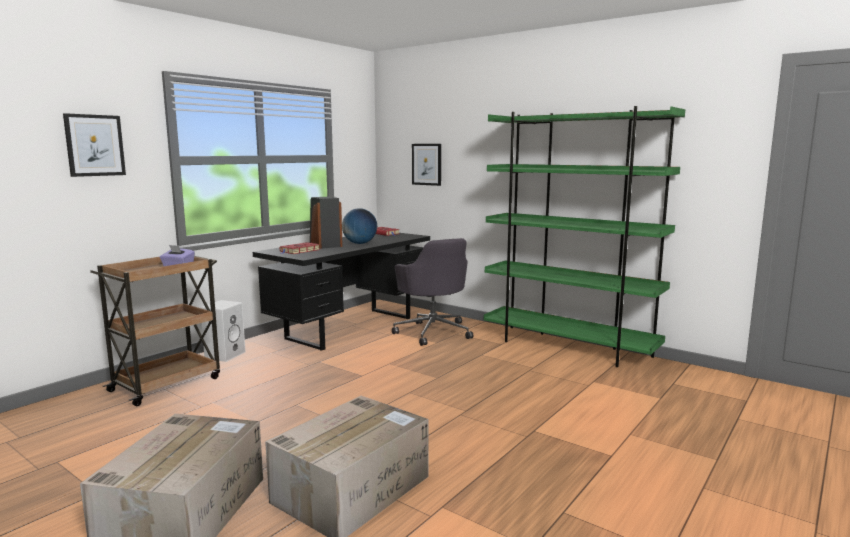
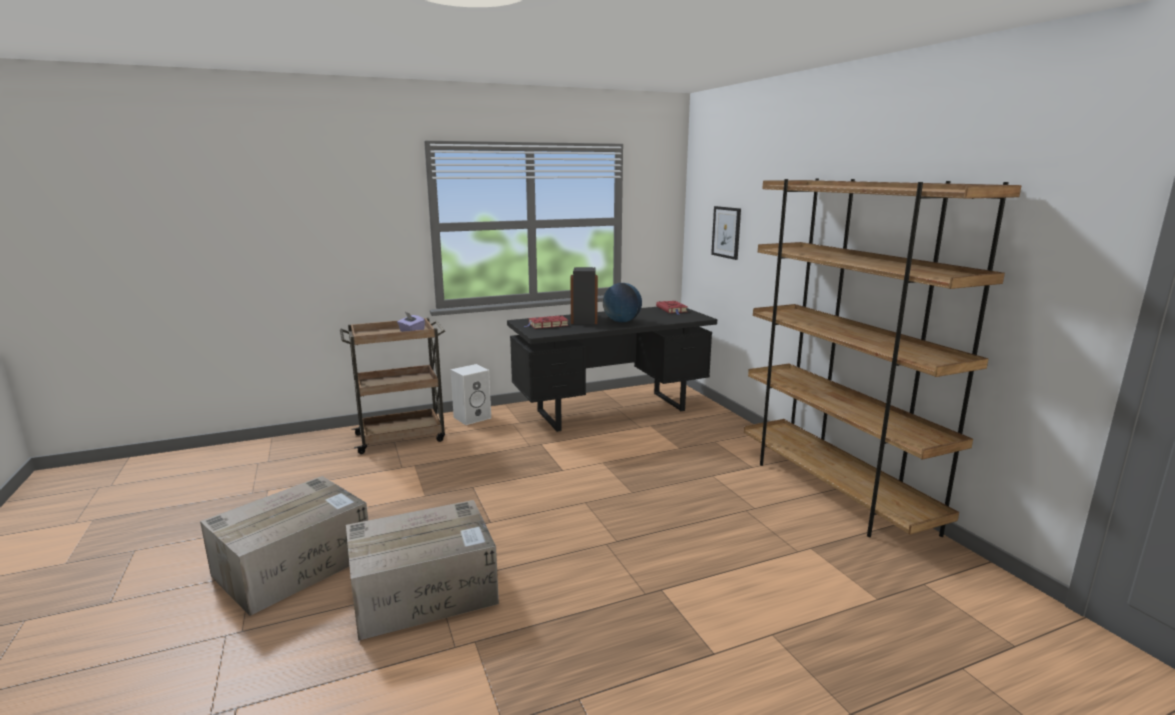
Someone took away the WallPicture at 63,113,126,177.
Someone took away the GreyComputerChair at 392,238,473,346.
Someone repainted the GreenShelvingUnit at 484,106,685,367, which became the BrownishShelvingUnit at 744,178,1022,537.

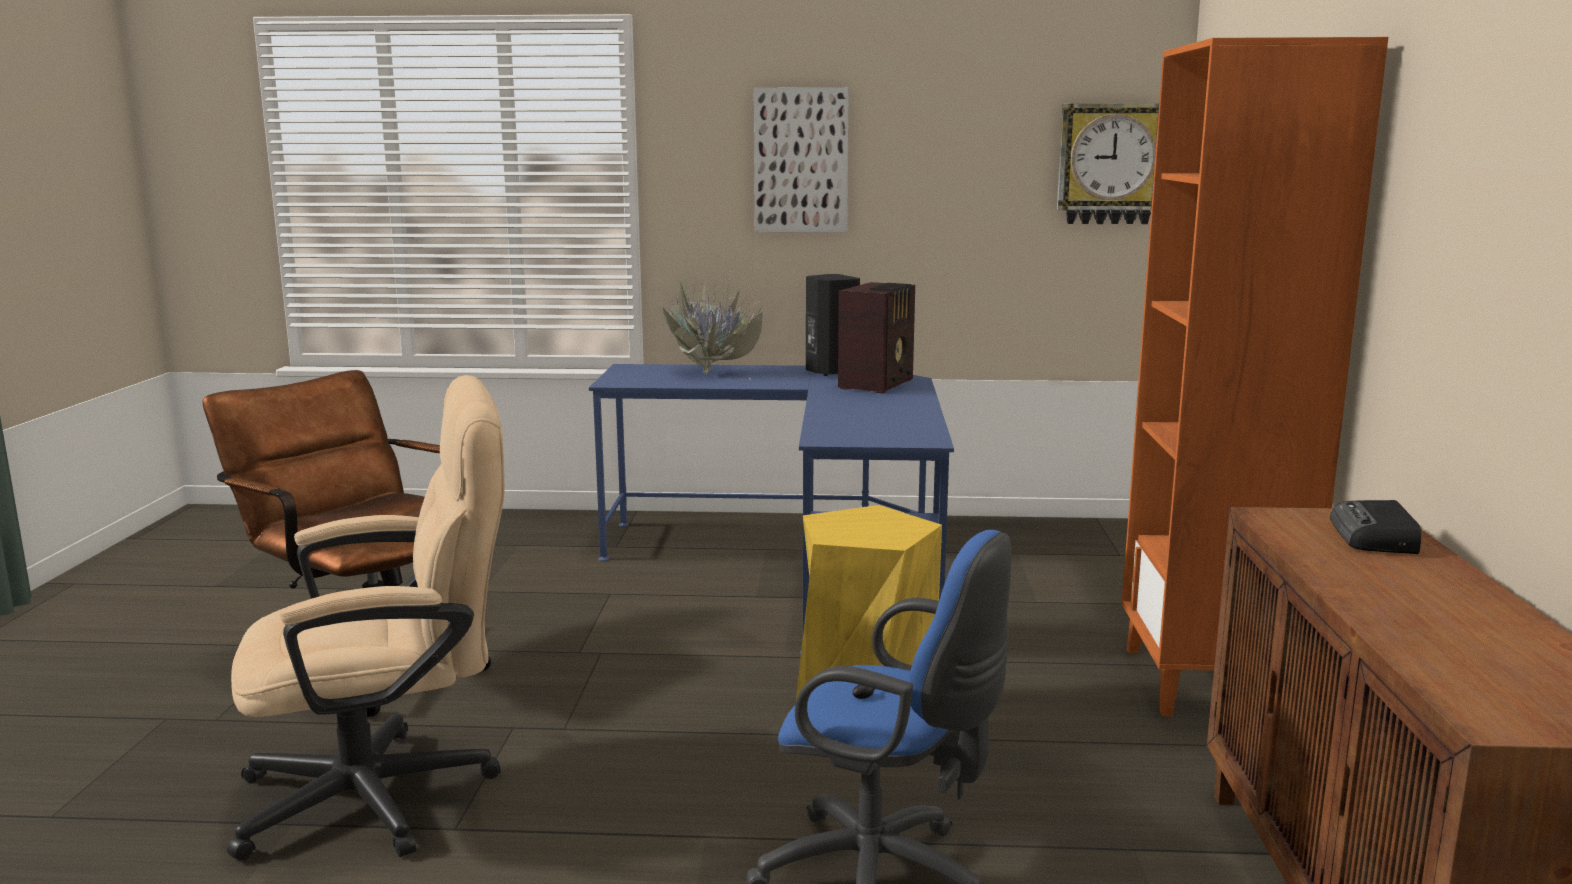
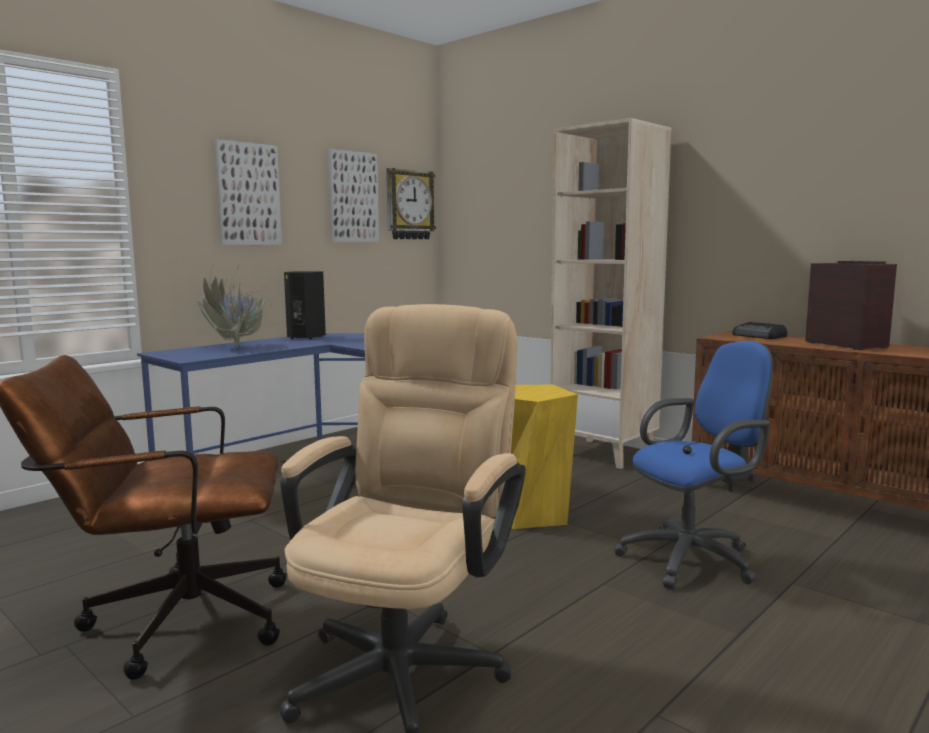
Someone put up the WallPicture at 328,149,379,242.
Someone carried the RadioSet from 838,282,915,394 to 805,261,897,350.
Someone repainted the OrangeColouredShelvingUnit at 1122,37,1389,717, which became the BeigeColouredShelvingUnit at 550,118,671,469.

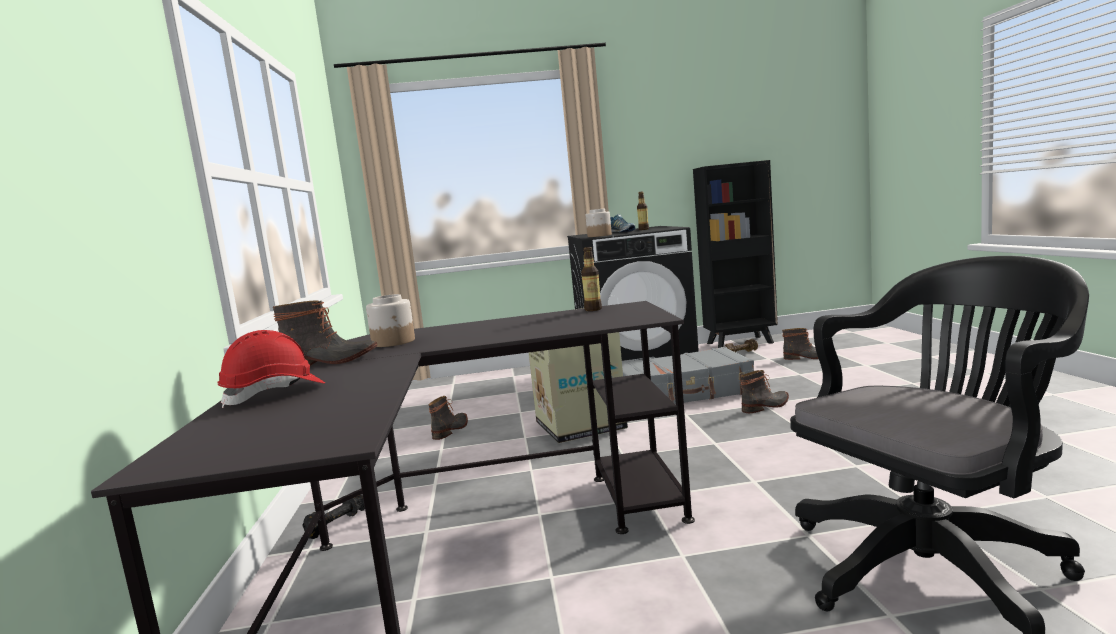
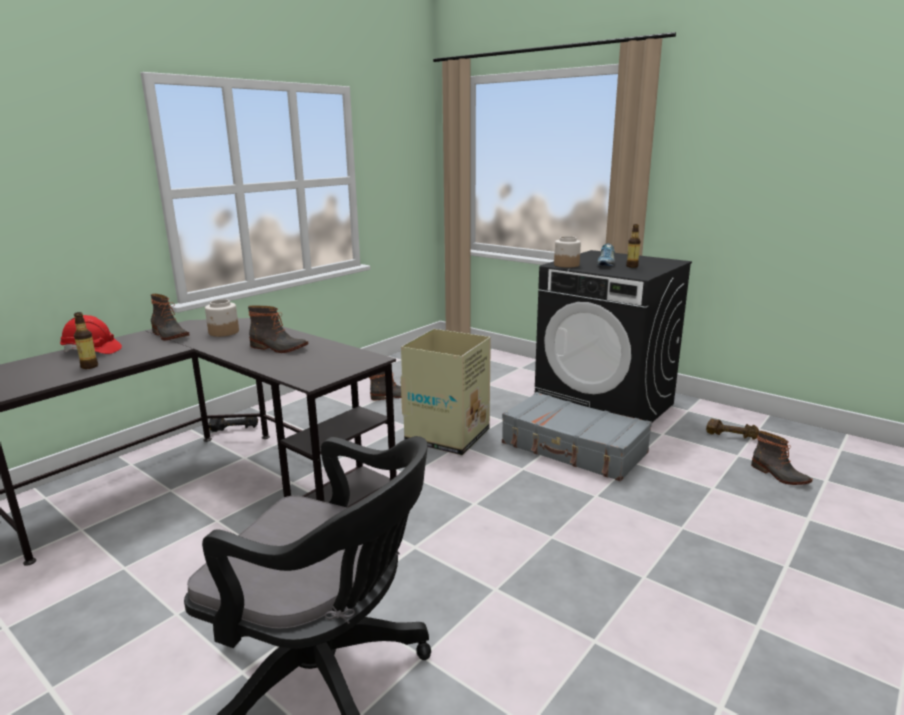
Someone took away the BlackColouredShelvingUnit at 693,160,778,348.
Someone carried the Bottle from 581,247,602,311 to 74,312,98,369.
Someone carried the TallBoot from 740,370,789,413 to 248,306,308,353.

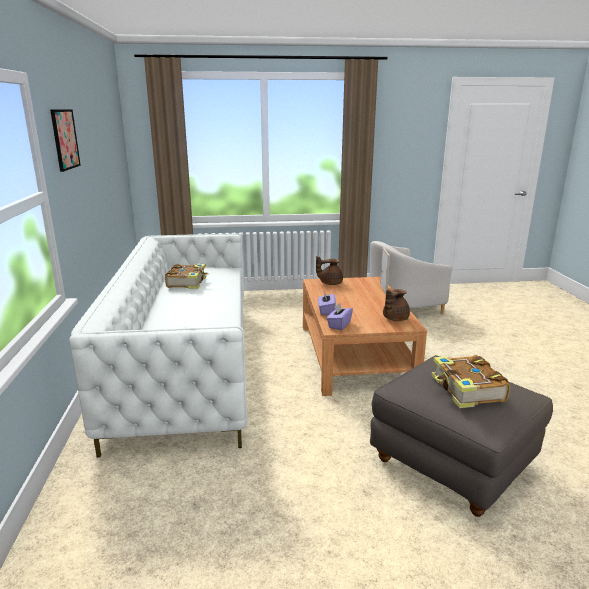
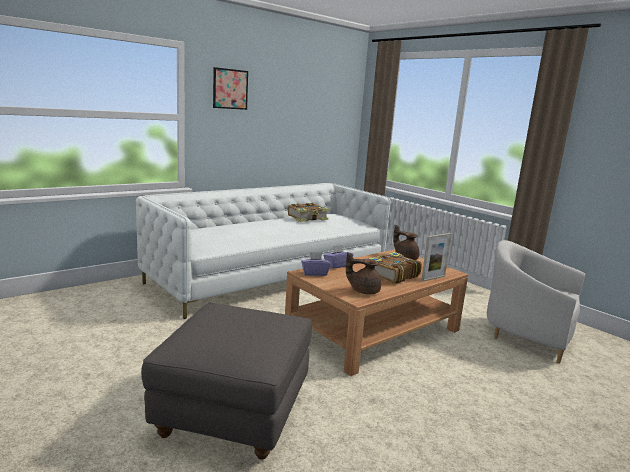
Someone carried the Volume from 432,355,510,408 to 368,252,422,284.

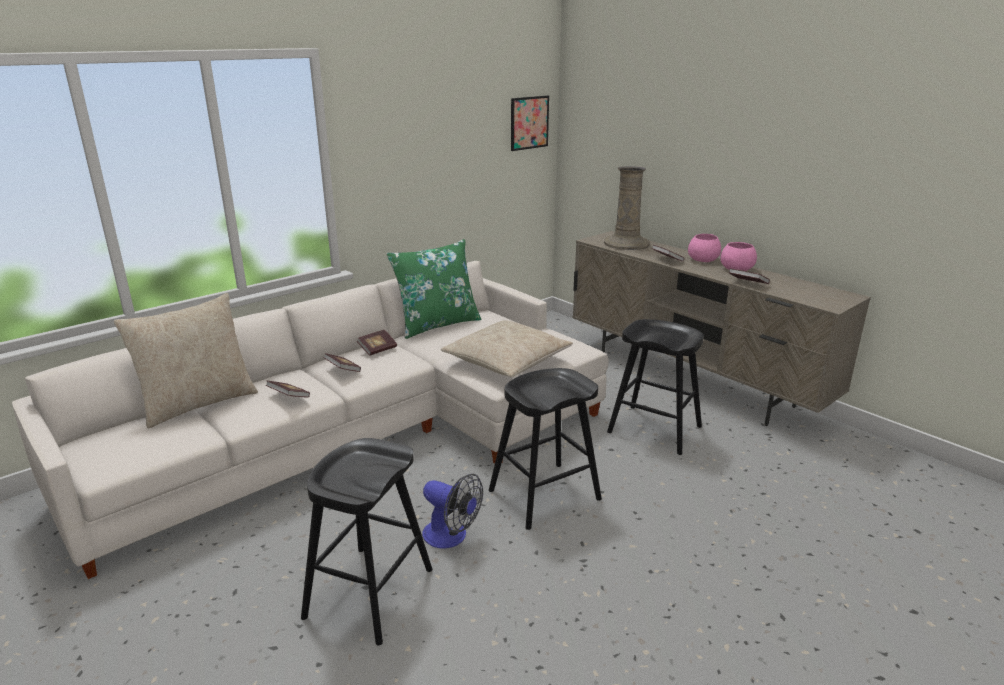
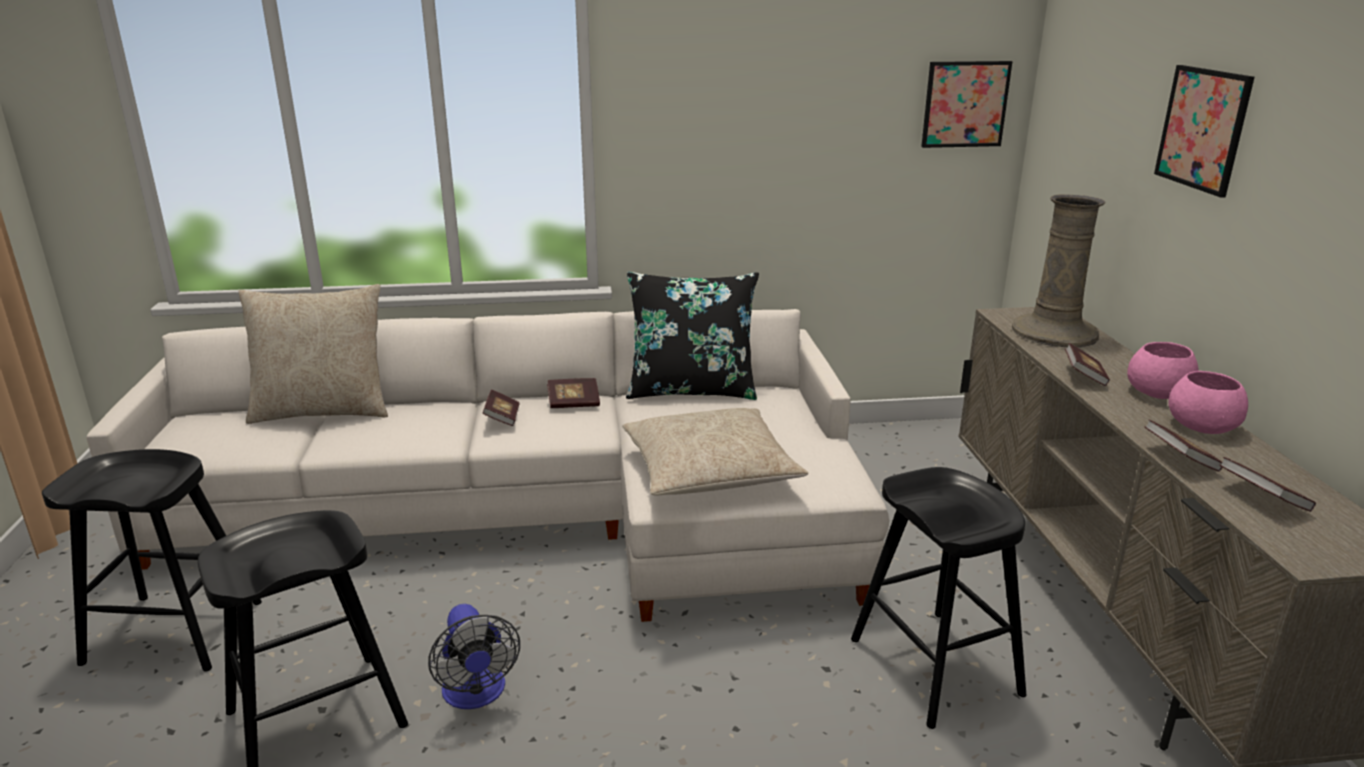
Someone put up the WallPicture at 1154,65,1255,198.
Someone carried the Volume from 266,381,310,398 to 1219,457,1316,512.
Someone carried the BlackColouredSittingStool from 489,368,602,530 to 42,449,262,671.
Someone repainted the GreenPillow at 387,239,481,339, which became the BlackColouredPillow at 626,272,759,400.

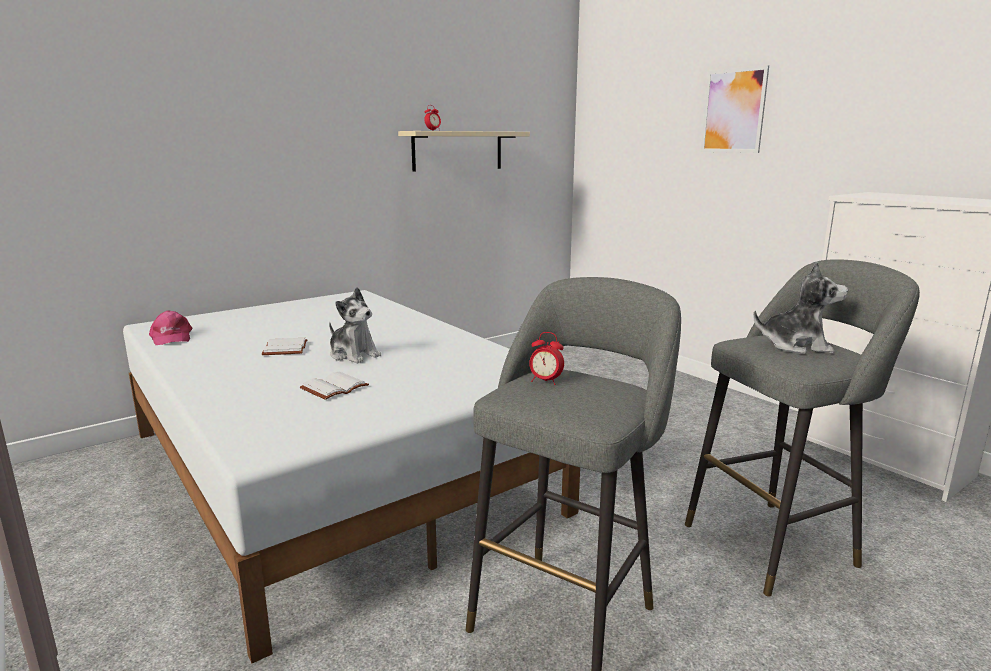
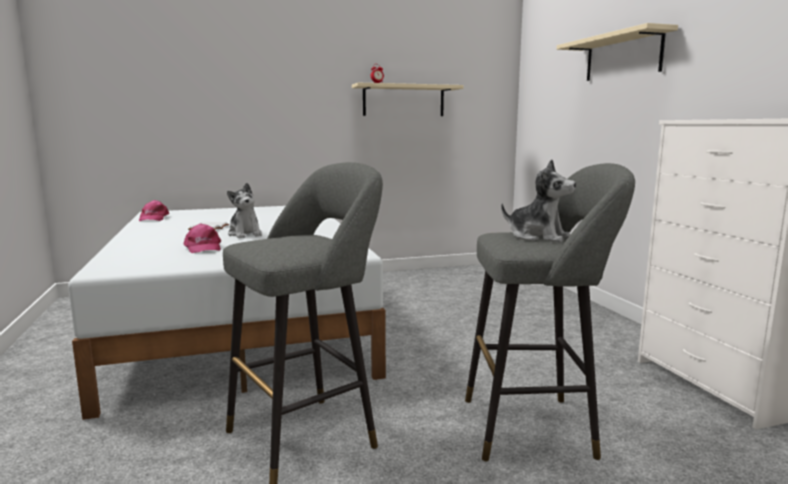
Someone took away the AlarmClock at 529,332,564,385.
Someone swapped the WhitishVolume at 300,372,369,400 for the PinkPeakedCap at 183,223,221,253.
Someone swapped the WallPicture at 701,65,769,153 for the BeigeColouredWallShelf at 557,23,678,81.

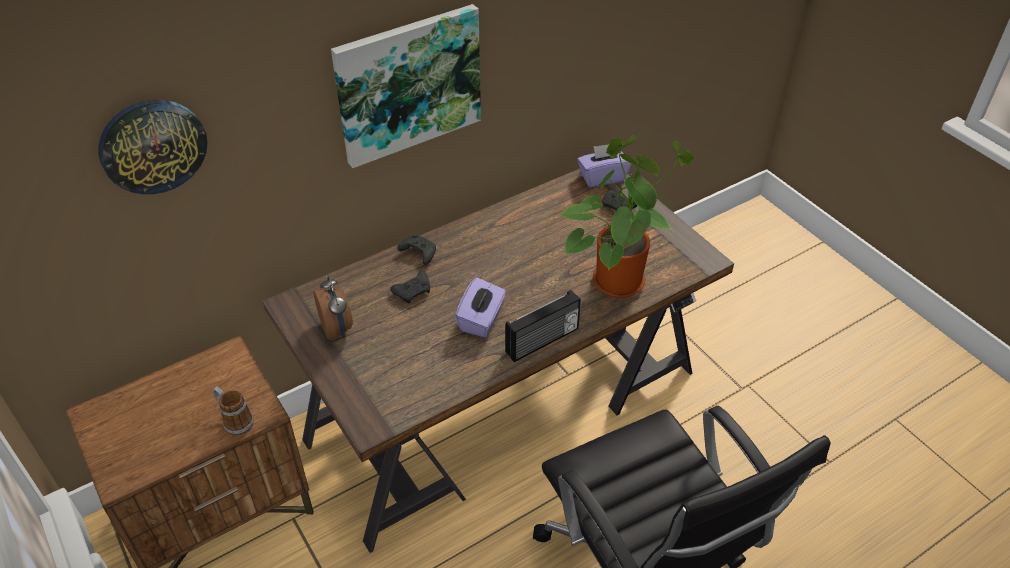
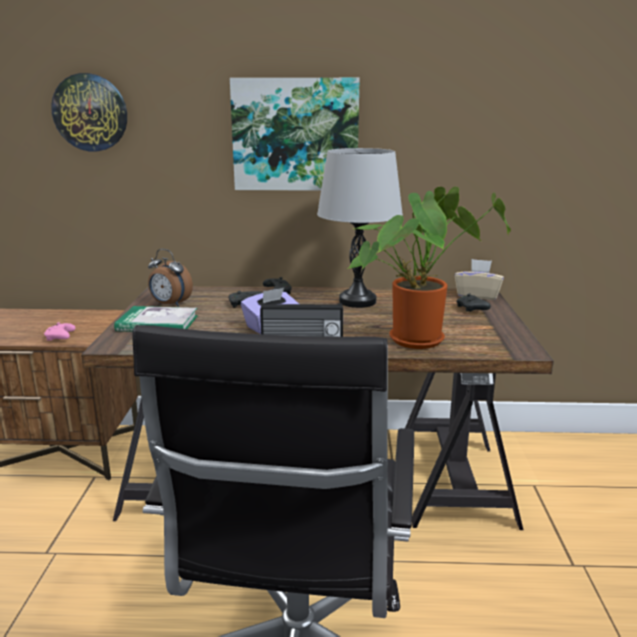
Someone put down the Volume at 114,306,198,332.
Someone put down the GreyTabletopLamp at 317,148,403,308.
Someone swapped the Mug at 212,386,254,436 for the PinkGamepad at 44,322,75,341.
Someone repainted the PurpleColouredTissueHolder at 577,145,631,187, which became the BeigeColouredTissueHolder at 455,259,504,300.
Someone rotated the AlarmClock at 313,276,353,340 by 105 degrees clockwise.

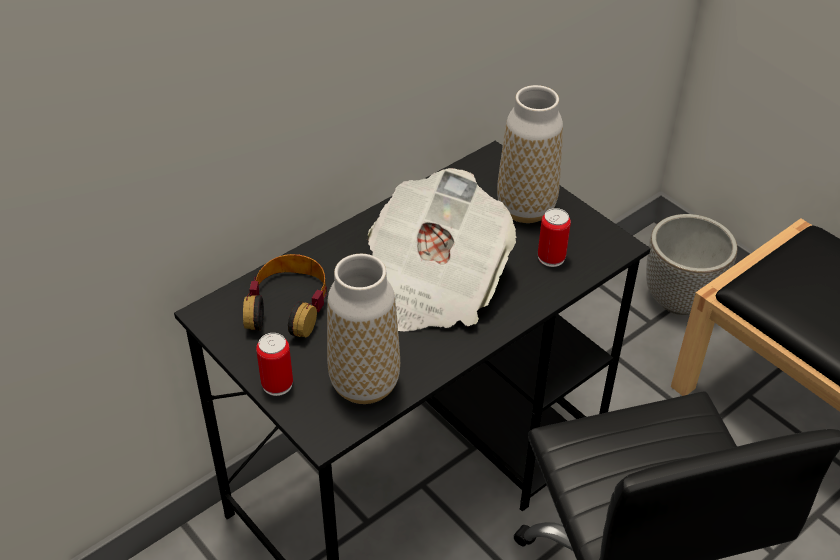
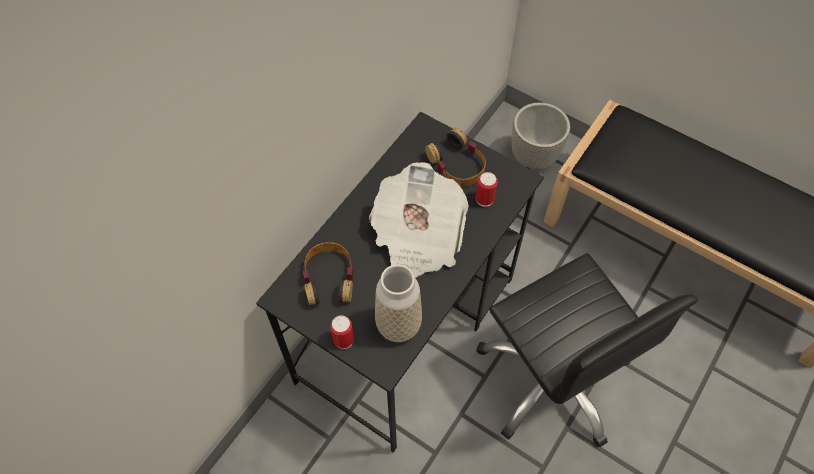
Someone swapped the Vase at 497,85,563,223 for the Headphones at 425,128,486,186.

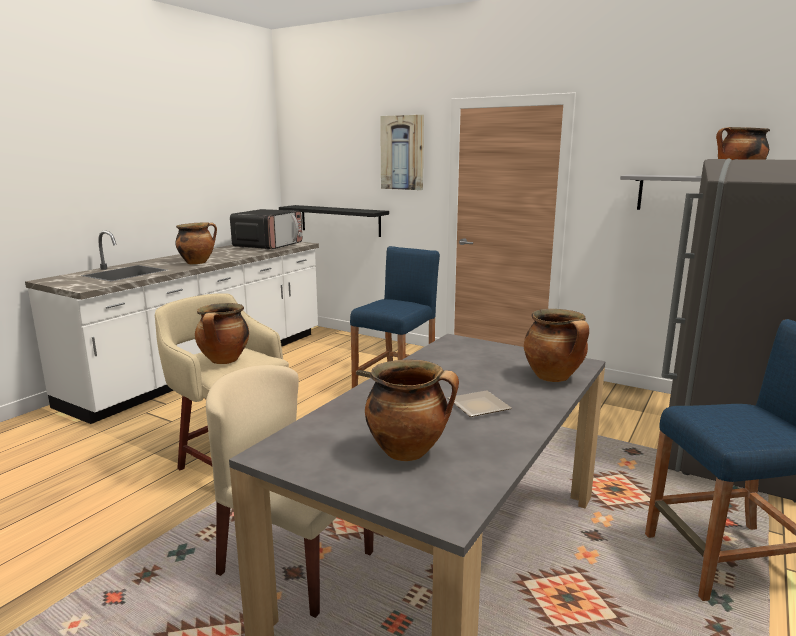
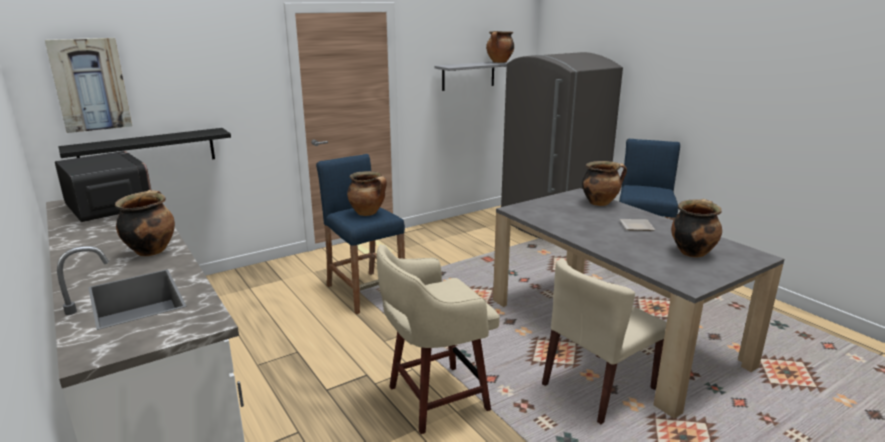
Someone carried the CookingPot from 195,303,249,364 to 347,171,387,216.
Someone carried the WallPicture from 380,115,424,190 to 45,38,132,133.

